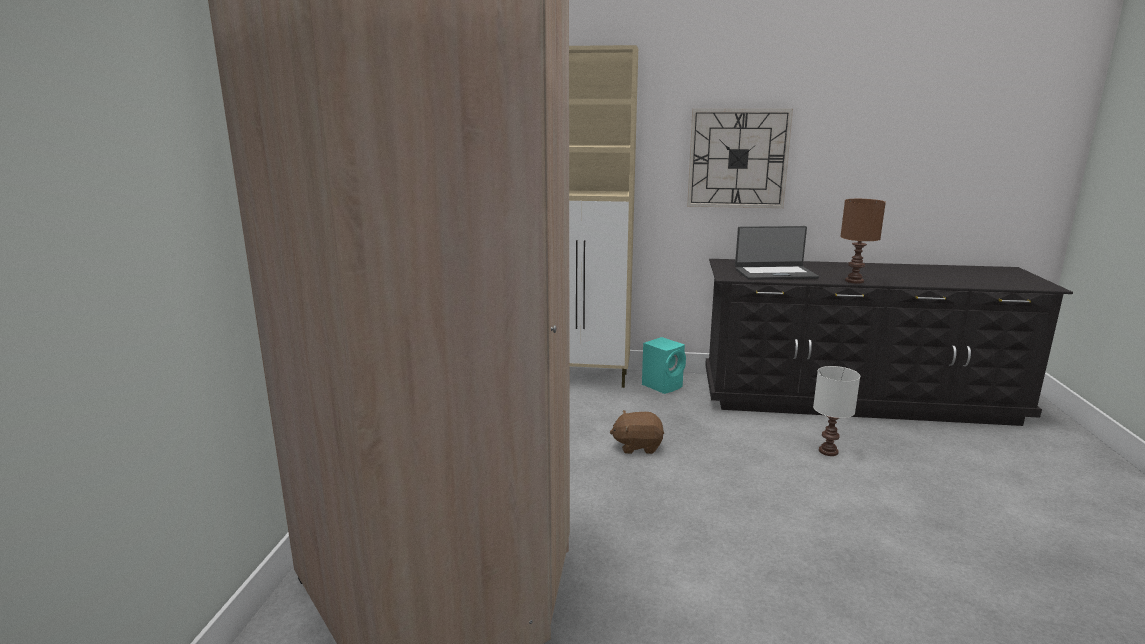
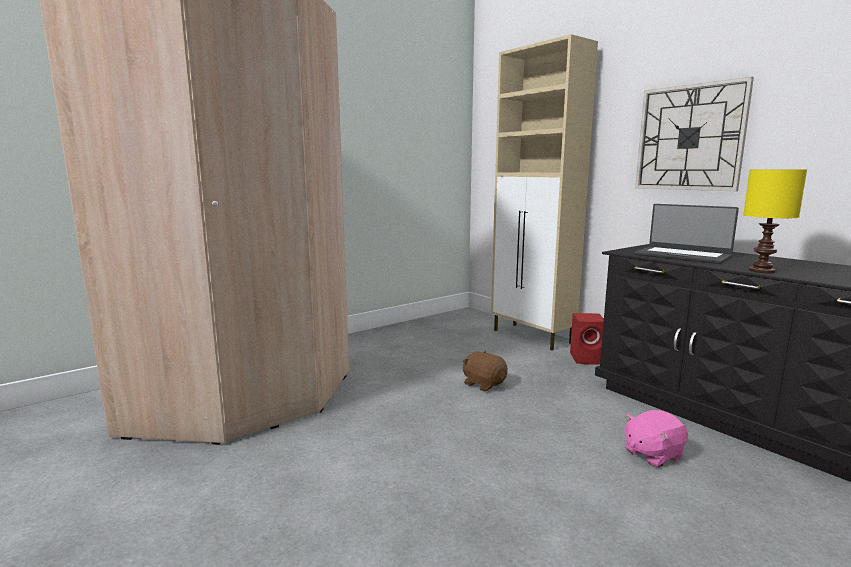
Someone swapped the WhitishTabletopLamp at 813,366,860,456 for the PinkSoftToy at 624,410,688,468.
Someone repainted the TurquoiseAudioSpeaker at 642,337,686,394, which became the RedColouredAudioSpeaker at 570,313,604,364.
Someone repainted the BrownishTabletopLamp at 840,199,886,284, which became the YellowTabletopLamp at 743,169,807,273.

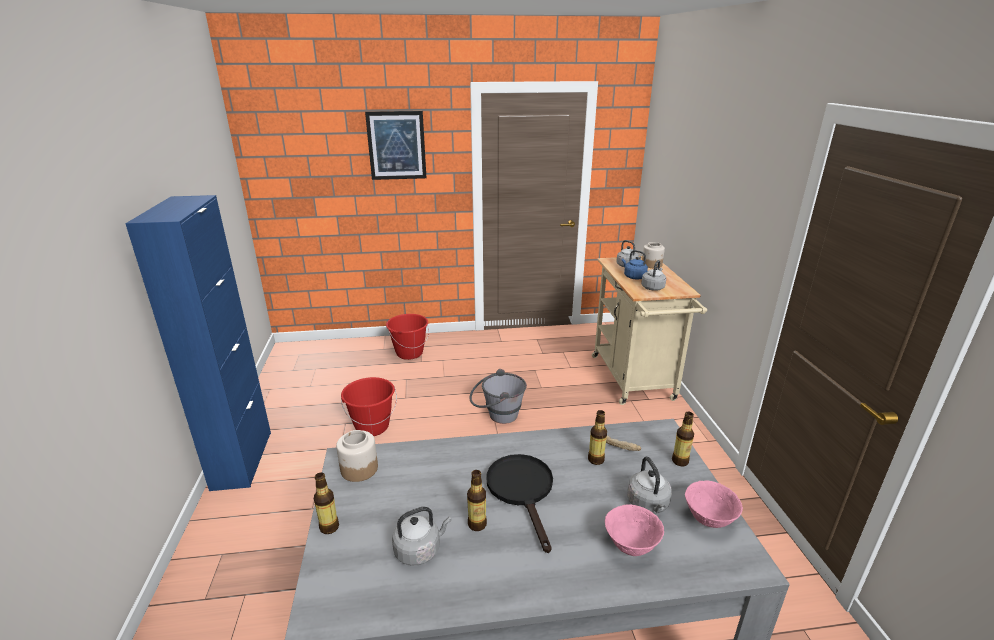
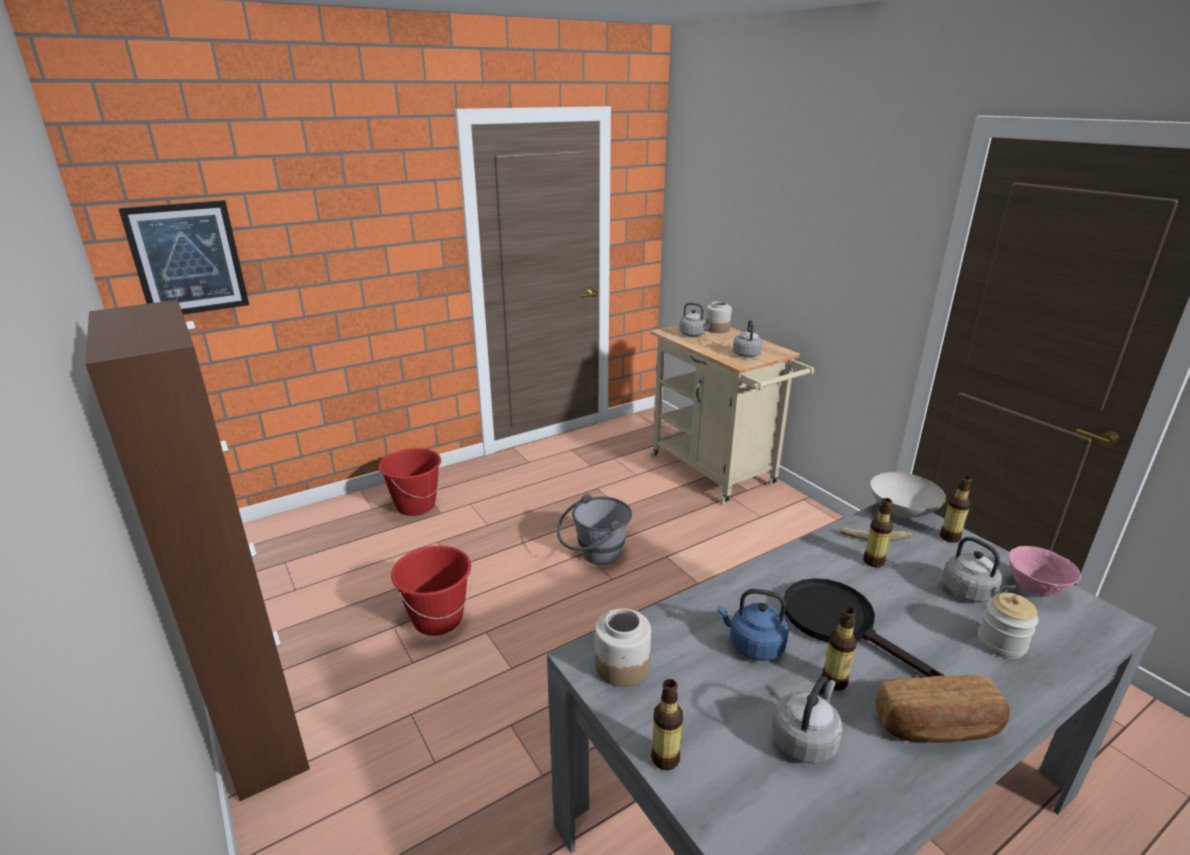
Someone put down the WhitishBowl at 870,472,946,518.
Someone put down the BakeryBread at 875,675,1010,743.
Someone carried the WallPicture from 365,111,426,180 to 118,200,249,314.
Someone carried the BluishWaterKettle from 622,250,648,279 to 717,589,789,661.
Someone swapped the PinkBowl at 605,504,664,556 for the StorageJar at 978,593,1039,659.
Someone repainted the BluishStorageCabinet at 125,195,271,491, which became the BrownishStorageCabinet at 86,300,310,801.

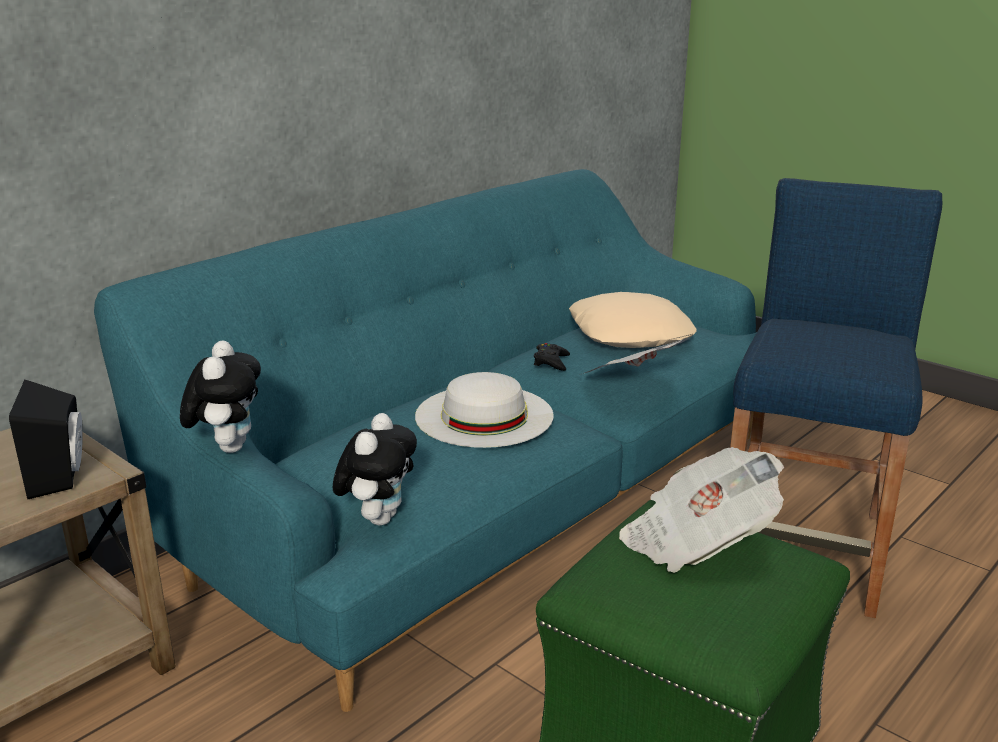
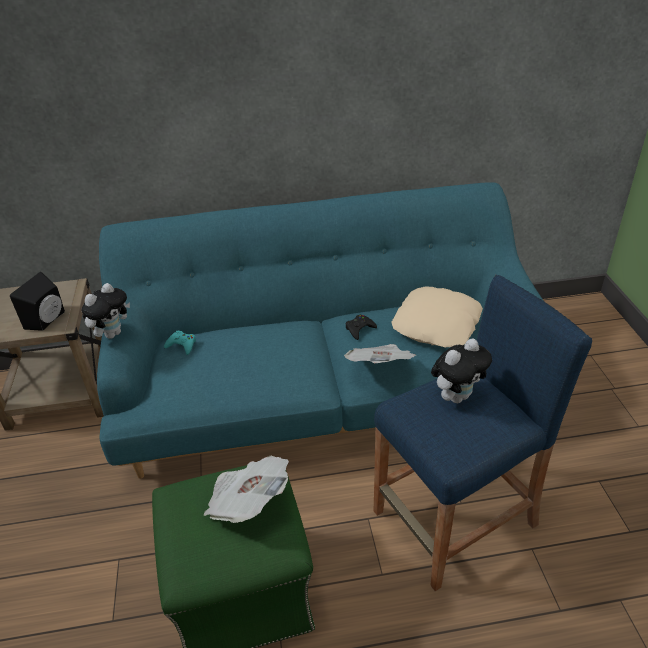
Someone took away the WhitishWearableHat at 415,372,554,448.
Someone put down the TurquoiseGamepad at 164,331,196,355.
Someone carried the SoftToy from 333,413,417,525 to 431,339,492,403.

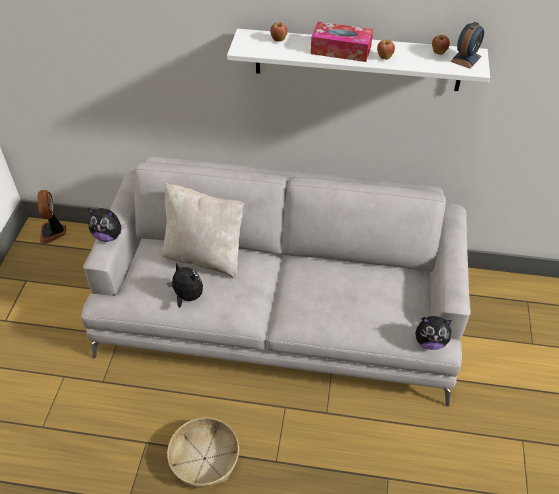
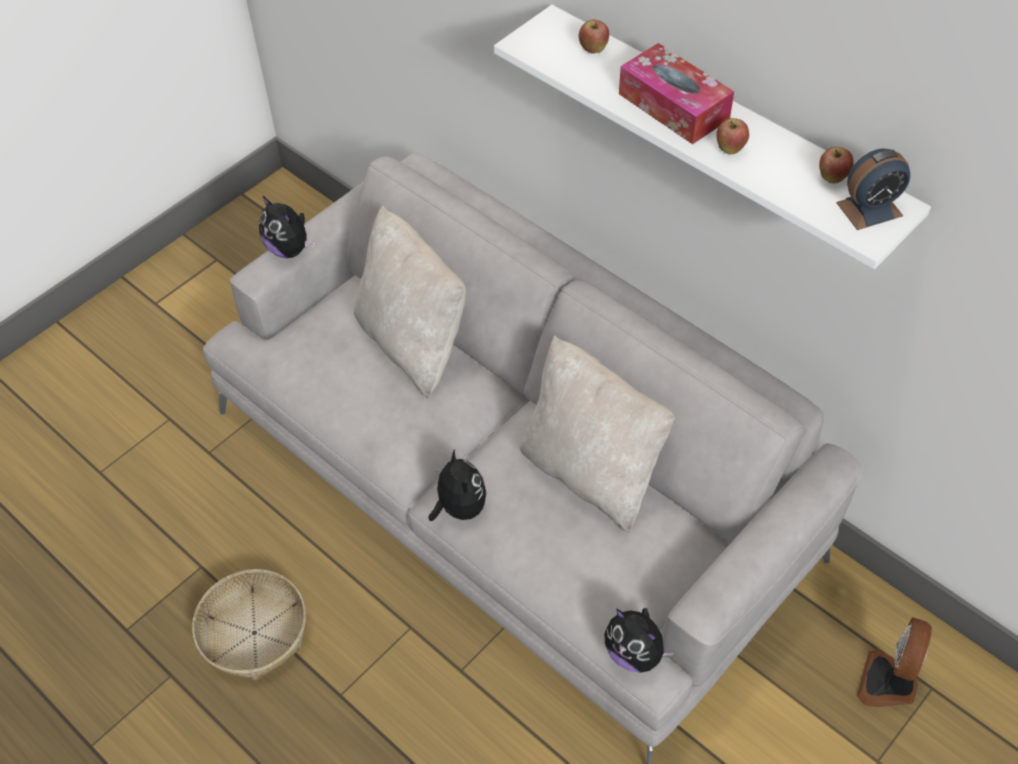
Someone put down the BeigeColouredPillow at 520,336,675,533.
Someone carried the ElectricFan from 38,190,66,244 to 856,617,932,707.
Someone carried the SoftToy from 167,263,203,308 to 428,449,487,521.

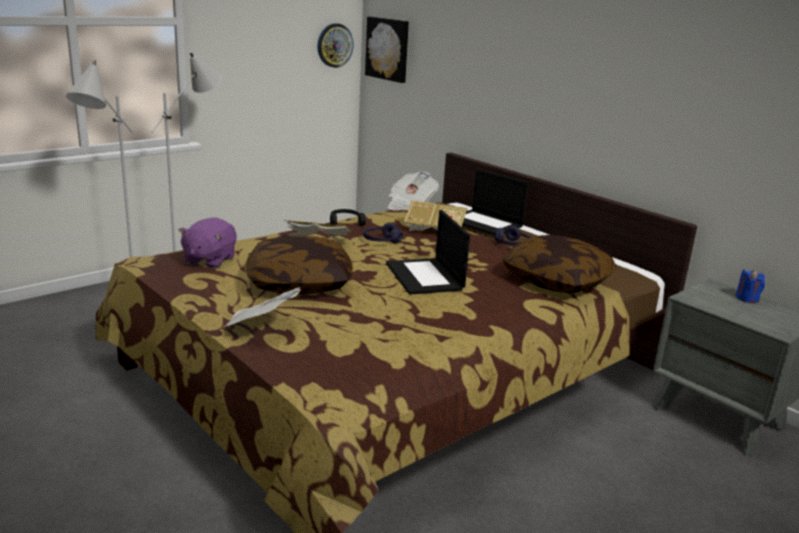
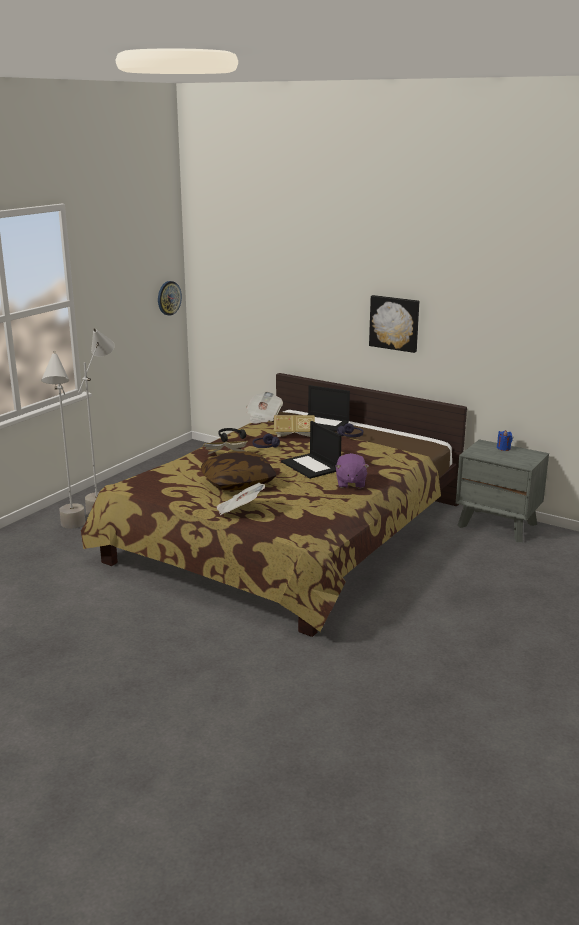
Someone took away the Pillow at 502,235,617,293.
Someone carried the PurpleColouredSoftToy from 178,217,237,268 to 336,453,369,488.
Someone carried the WallPicture from 365,16,409,83 to 369,295,419,353.

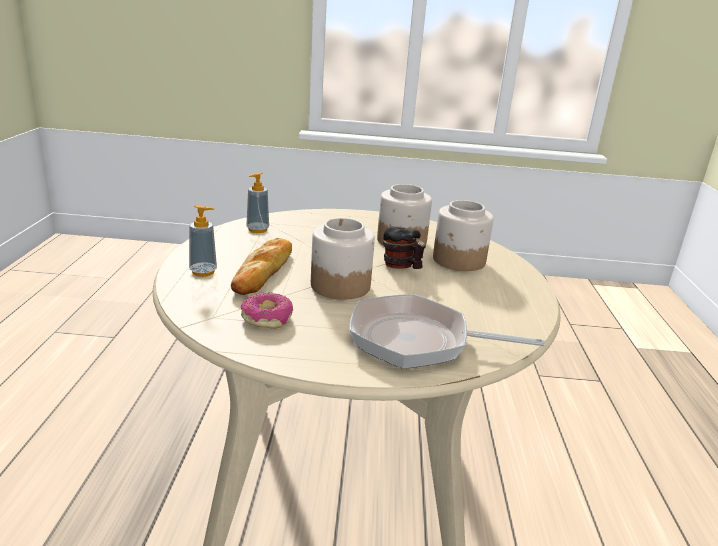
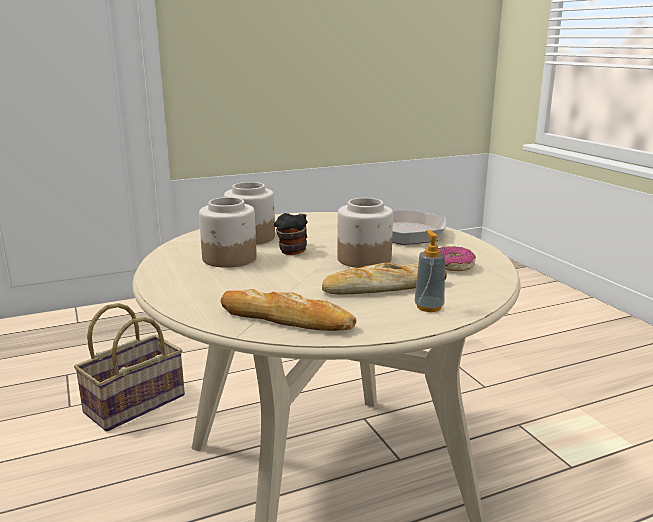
Someone put down the StorageBasket at 74,303,185,431.
Someone swapped the SoapDispenser at 246,172,269,233 for the BakeryBread at 220,289,357,331.

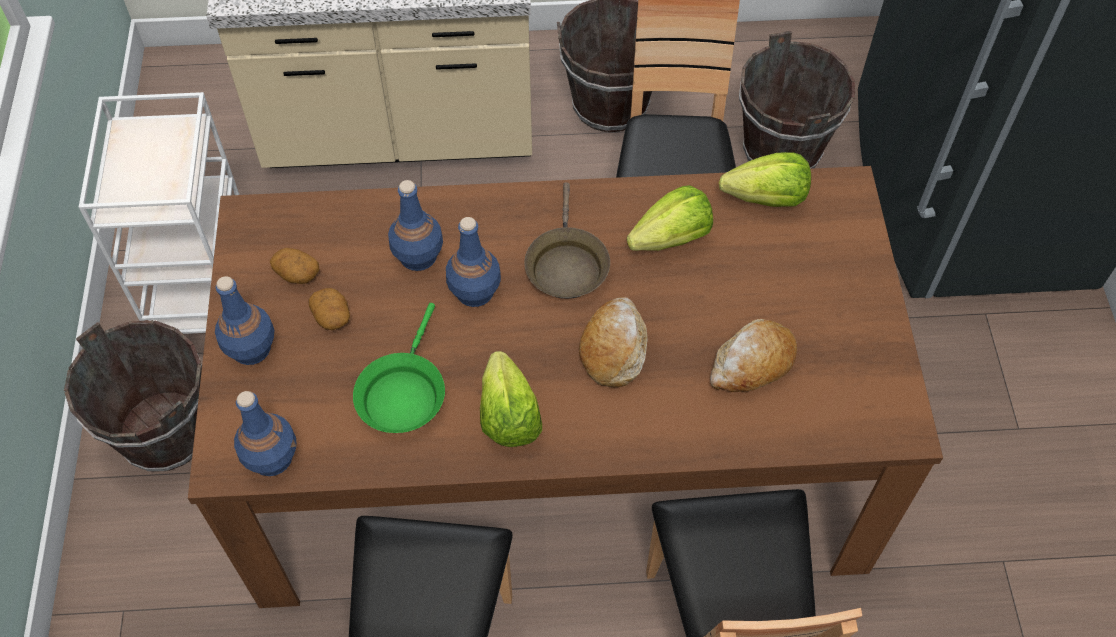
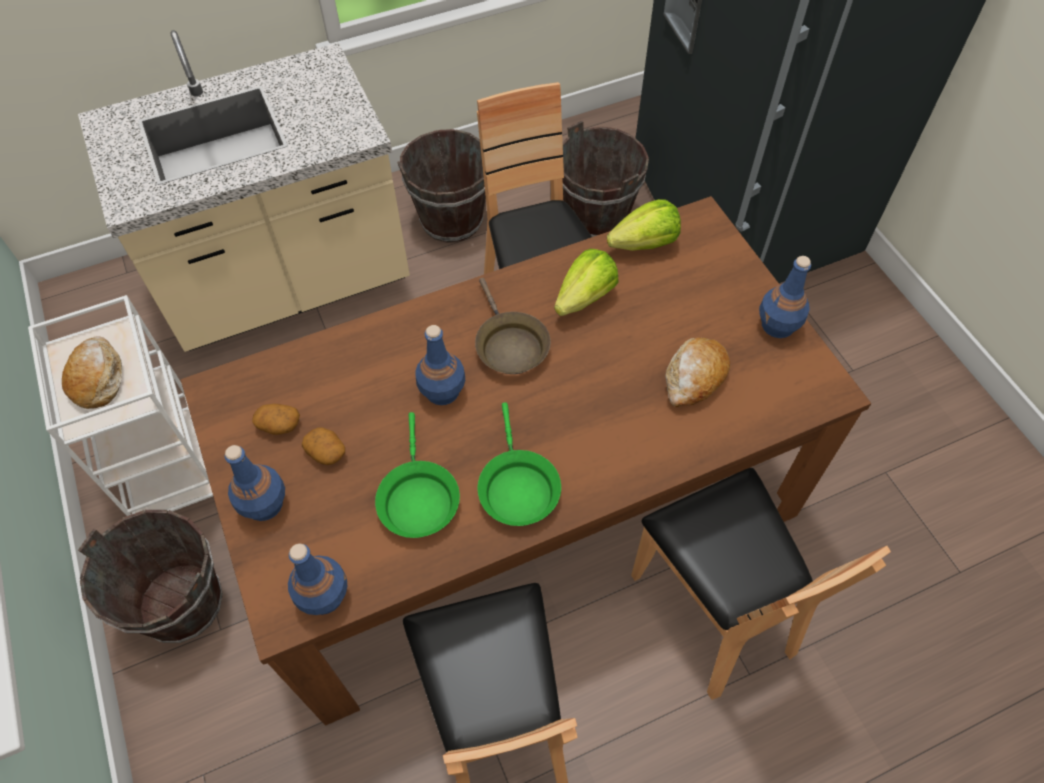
Someone carried the BluishBottle from 388,180,443,271 to 759,256,811,338.
Someone carried the BakeryBread from 579,297,647,387 to 62,336,122,409.
Someone swapped the Lettuce at 480,351,542,447 for the GreenSkillet at 477,402,561,526.

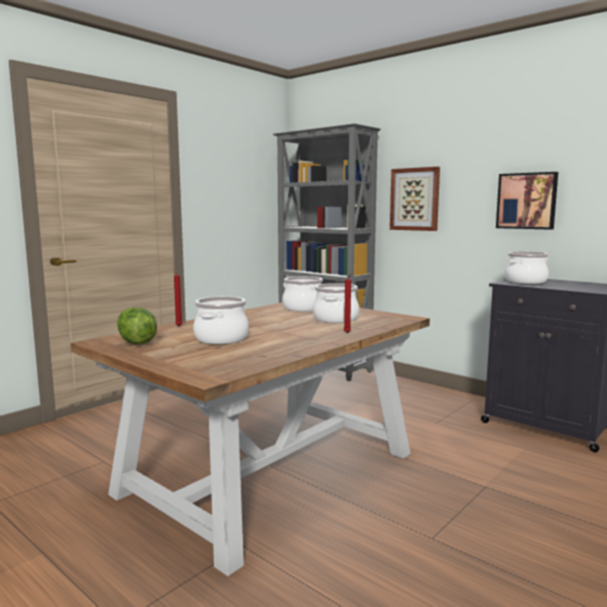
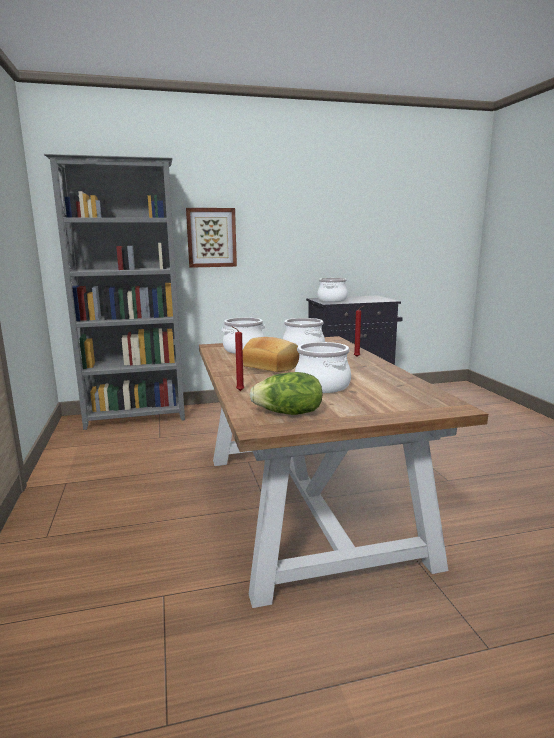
Someone took away the WallPicture at 496,172,558,230.
Someone put down the BakeryBread at 243,337,299,372.

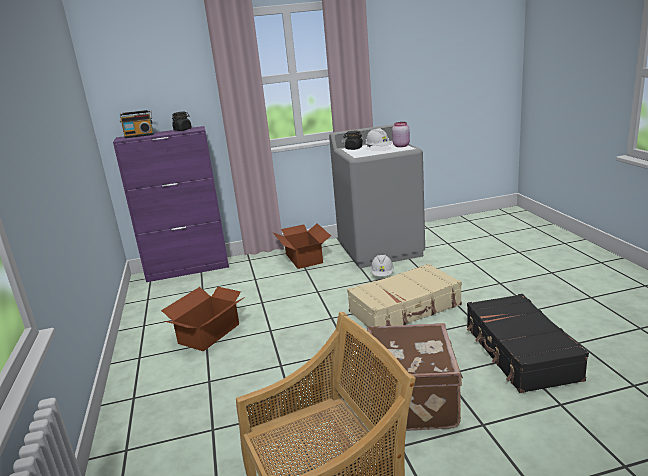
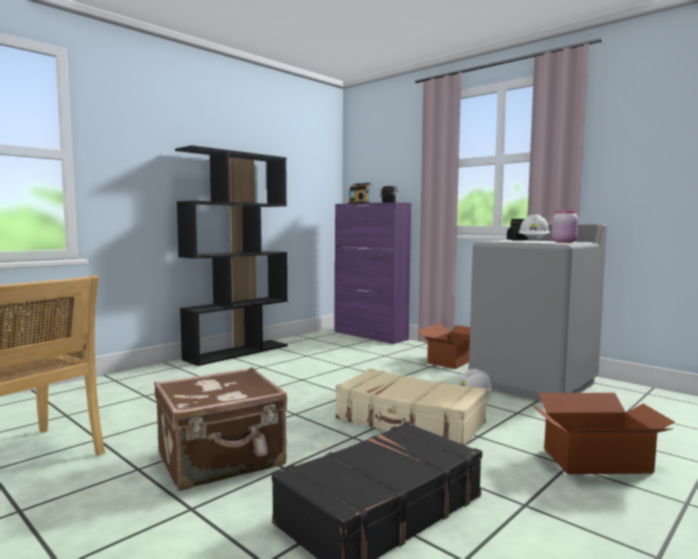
Someone put down the BlackColouredShelvingUnit at 175,145,288,366.
Someone carried the Carton from 161,287,245,351 to 531,393,675,474.

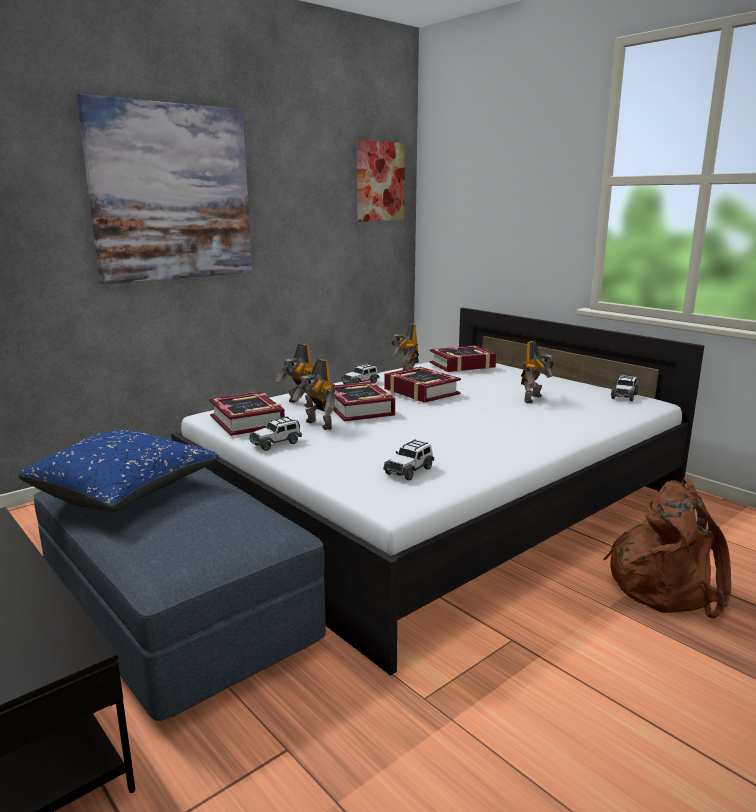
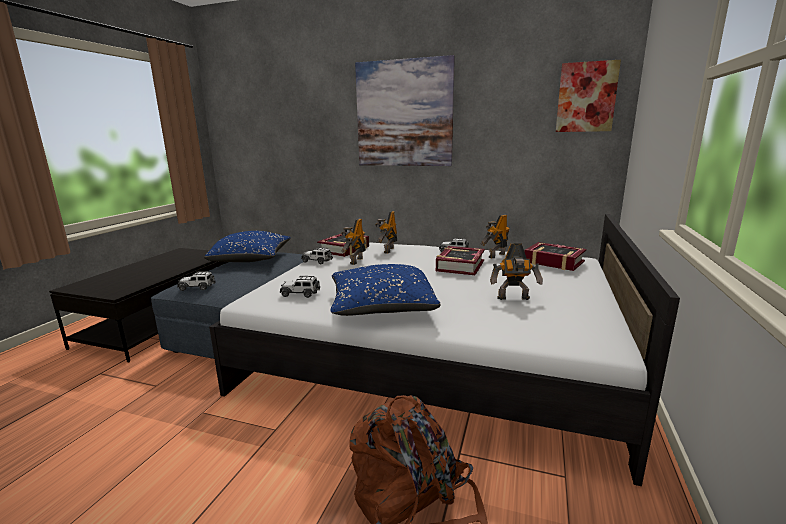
Someone took away the Volume at 333,382,395,422.
Someone put down the BluishPillow at 330,264,441,316.
Someone carried the MiniatureCar from 611,374,639,401 to 177,271,216,291.

